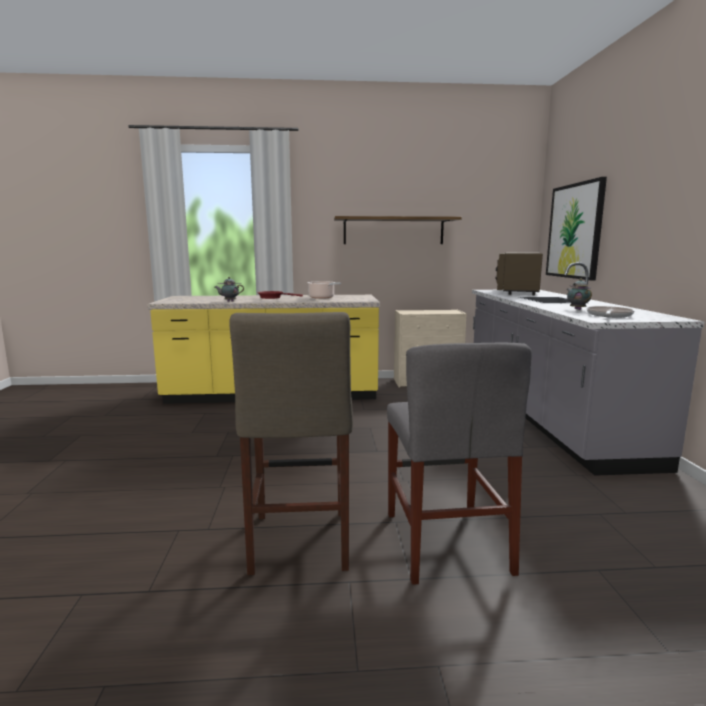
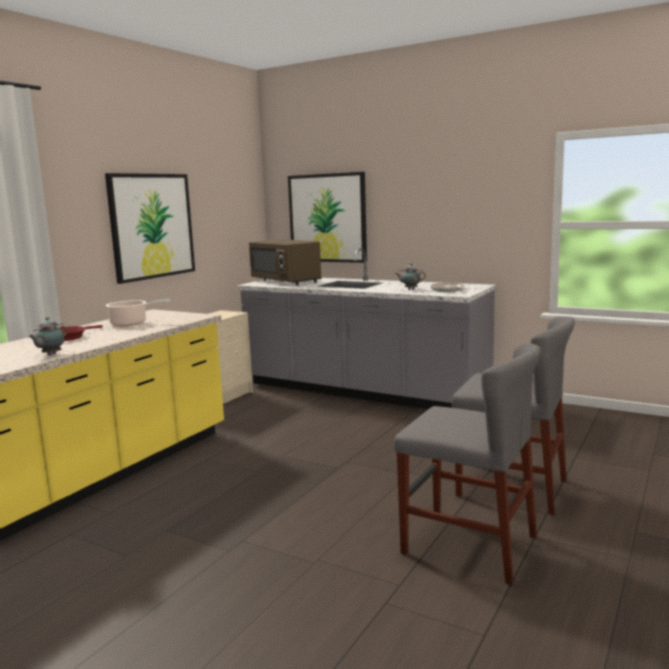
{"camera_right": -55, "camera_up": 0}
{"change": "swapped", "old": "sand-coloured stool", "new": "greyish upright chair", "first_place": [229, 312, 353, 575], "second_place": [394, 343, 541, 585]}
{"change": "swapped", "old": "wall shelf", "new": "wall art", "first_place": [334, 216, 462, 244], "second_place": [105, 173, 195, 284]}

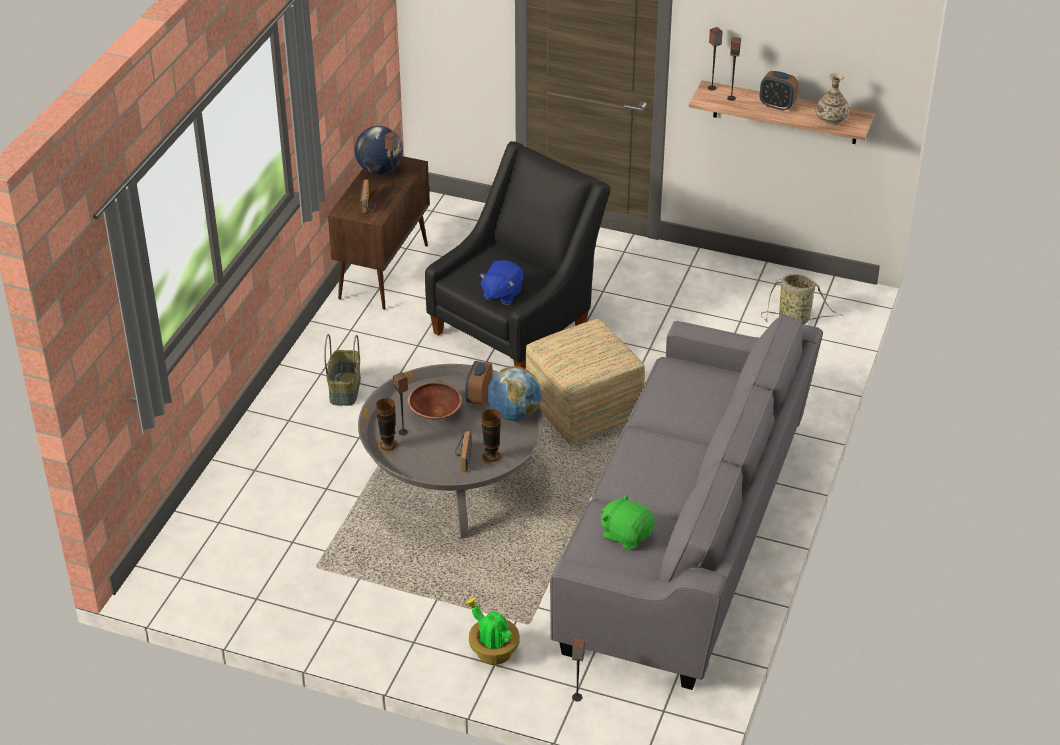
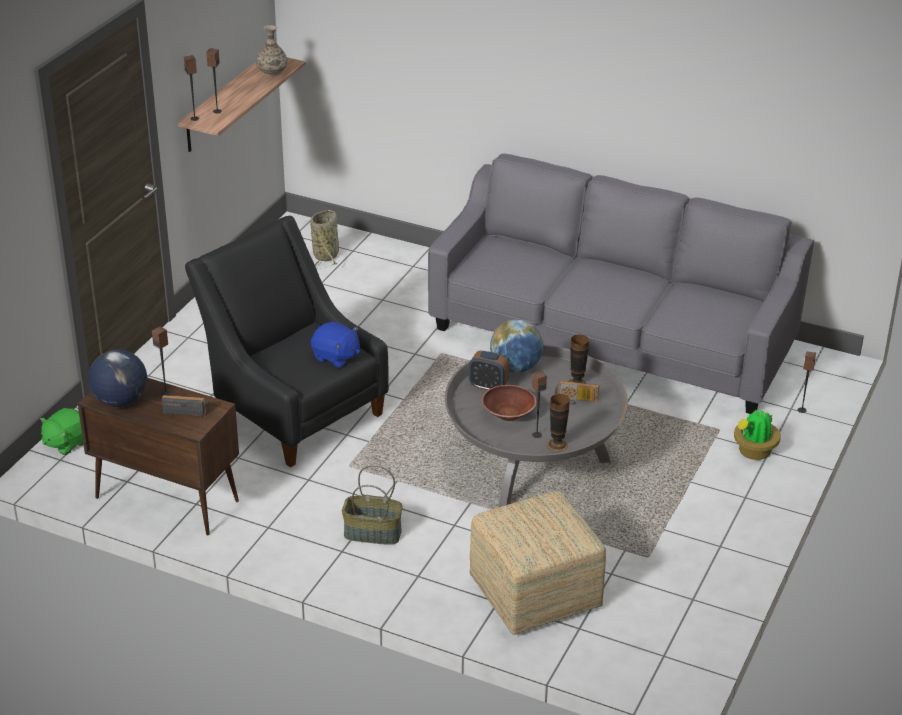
{"camera_right": -85, "camera_up": -5}
{"change": "gone", "old": "alarm clock", "first_place": [760, 71, 799, 111]}
{"change": "shifted", "old": "footrest", "first_place": [525, 319, 645, 445], "second_place": [470, 491, 606, 635]}
{"change": "shifted", "old": "greenish soft toy", "first_place": [601, 494, 655, 550], "second_place": [40, 408, 84, 455]}

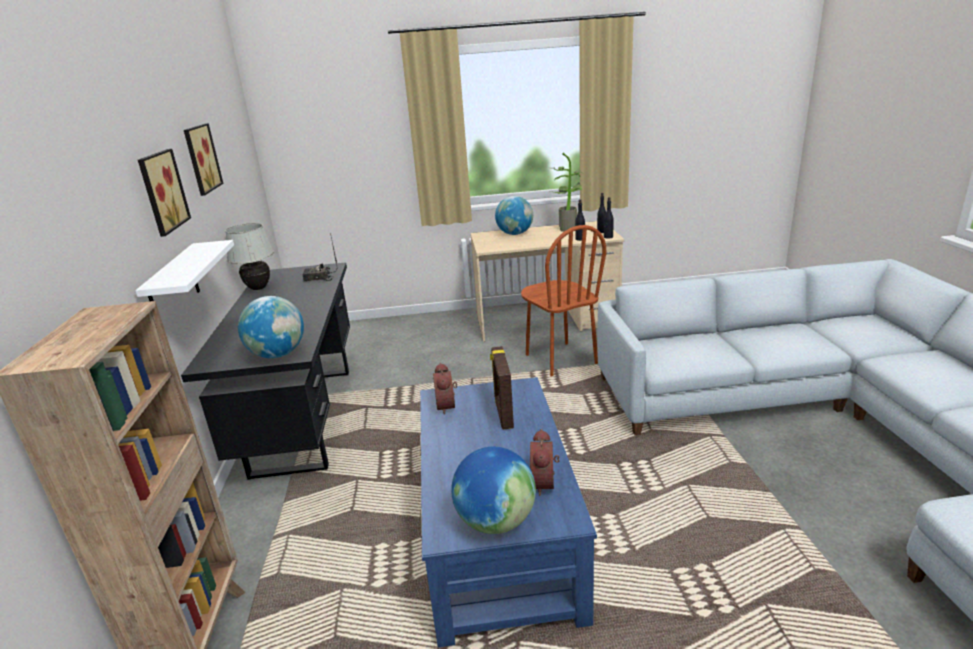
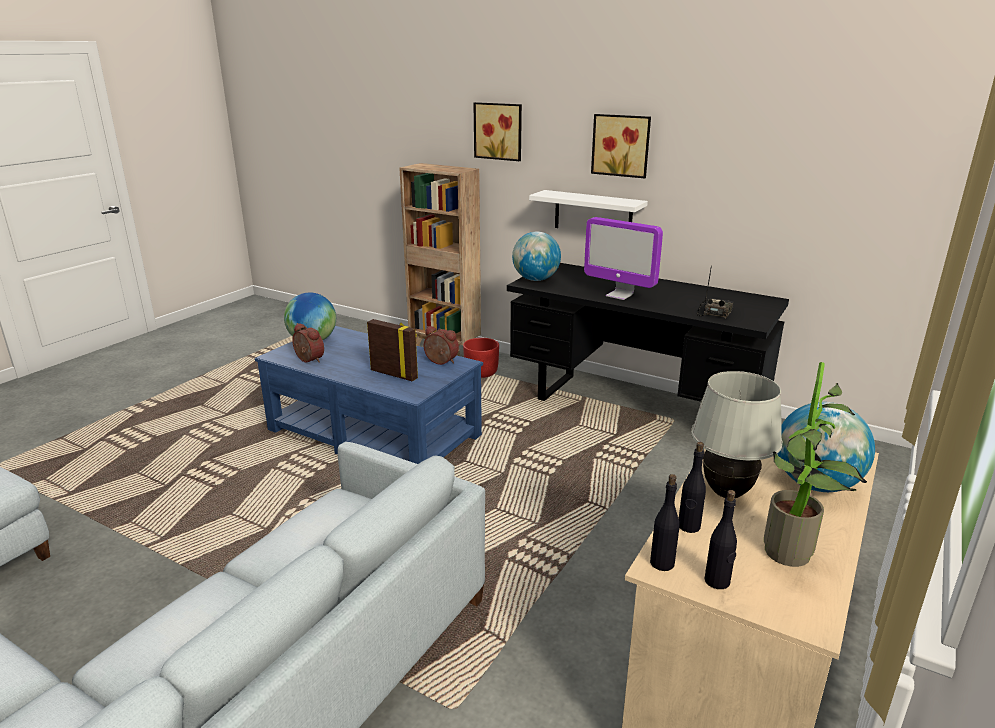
{"camera_right": 125, "camera_up": 0}
{"change": "gone", "old": "brownish upright chair", "first_place": [521, 225, 606, 377]}
{"change": "new", "new": "red planter", "second_place": [463, 338, 499, 378]}
{"change": "new", "new": "computer display", "second_place": [584, 217, 663, 300]}
{"change": "shifted", "old": "wall art", "first_place": [184, 123, 223, 196], "second_place": [473, 102, 522, 161]}
{"change": "shifted", "old": "white lamp for a table", "first_place": [225, 223, 274, 290], "second_place": [691, 371, 782, 498]}

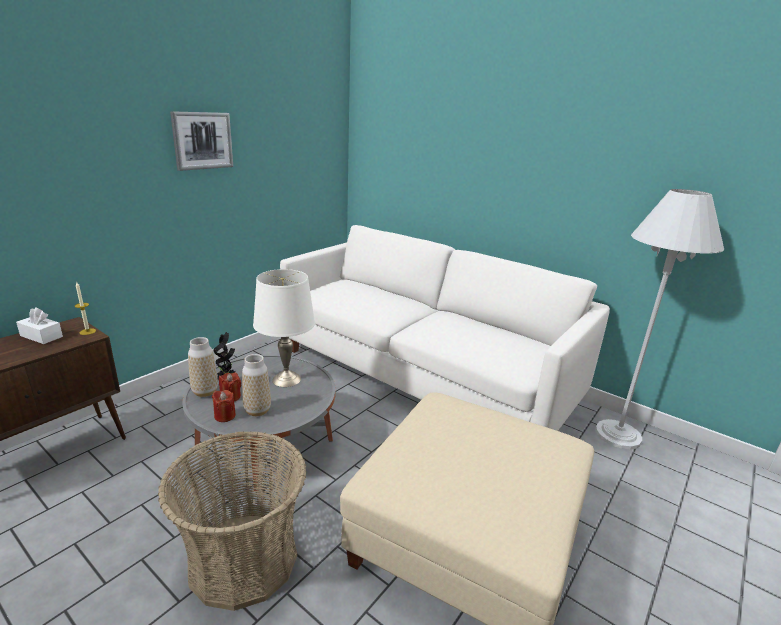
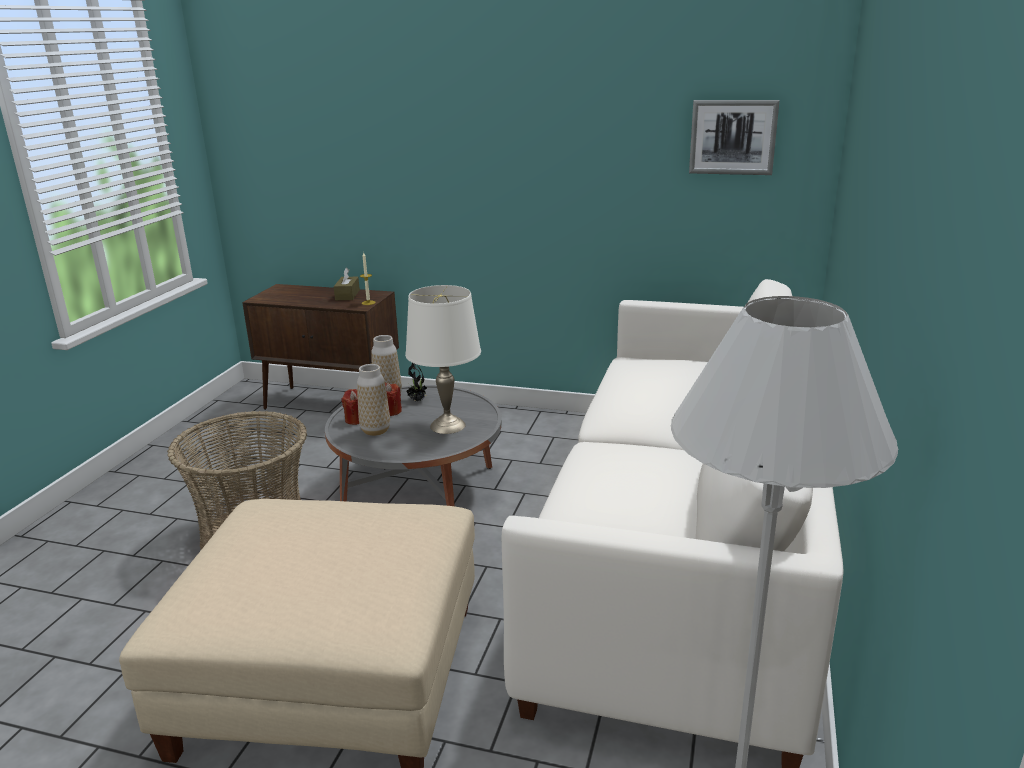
{"camera_right": 70, "camera_up": 0}
{"change": "shifted", "old": "wall art", "first_place": [170, 111, 233, 171], "second_place": [689, 100, 780, 175]}
{"change": "repainted", "old": "white tissue box", "new": "brownish tissue box", "first_place": [16, 307, 63, 344], "second_place": [334, 267, 360, 300]}

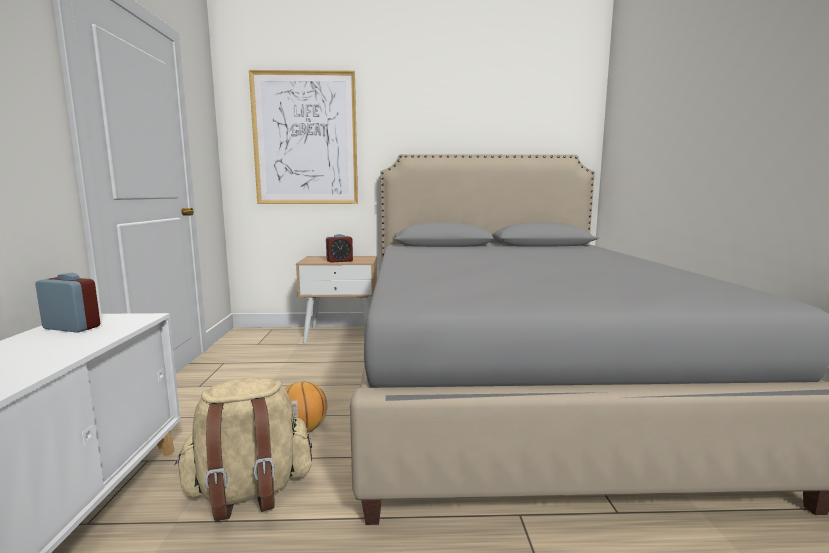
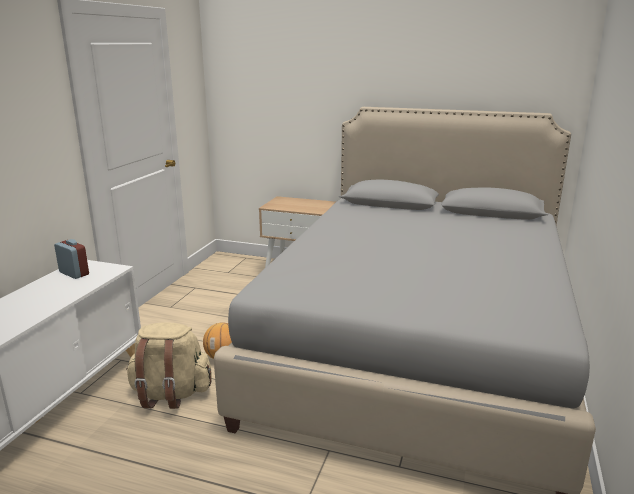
{"camera_right": 20, "camera_up": 10}
{"change": "gone", "old": "wall art", "first_place": [249, 70, 358, 204]}
{"change": "gone", "old": "alarm clock", "first_place": [326, 234, 353, 263]}

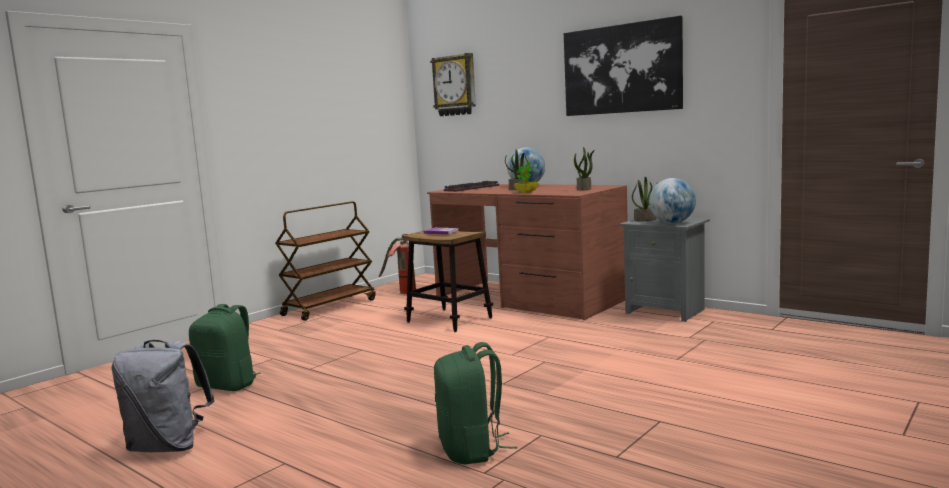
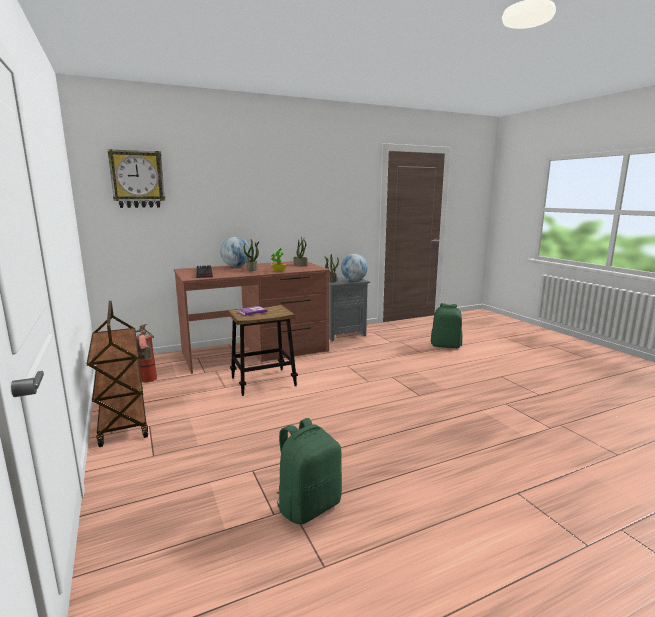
{"camera_right": -65, "camera_up": 5}
{"change": "gone", "old": "greyish rucksack", "first_place": [112, 340, 215, 452]}
{"change": "gone", "old": "wall art", "first_place": [564, 16, 683, 116]}
{"change": "shifted", "old": "greenish rucksack", "first_place": [434, 342, 517, 464], "second_place": [431, 303, 462, 348]}

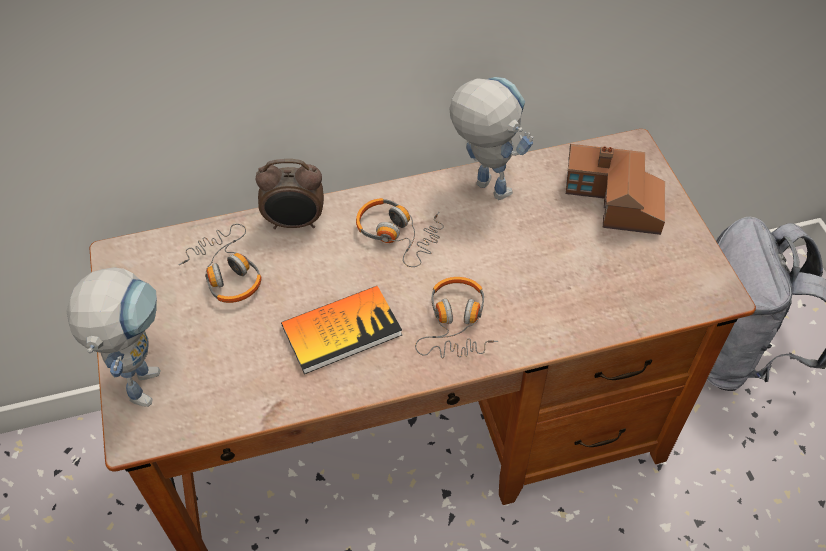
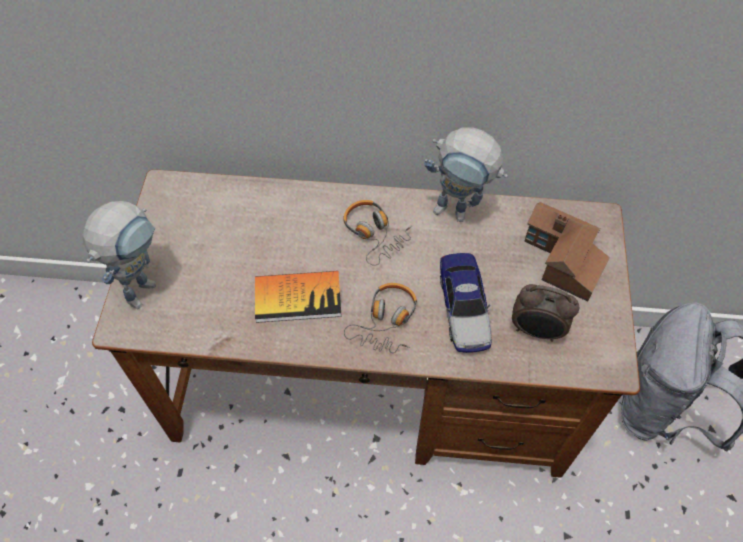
{"camera_right": 20, "camera_up": 5}
{"change": "gone", "old": "pair of headphones", "first_place": [179, 224, 262, 303]}
{"change": "new", "new": "toy car", "second_place": [440, 253, 491, 353]}
{"change": "shifted", "old": "alarm clock", "first_place": [256, 159, 324, 229], "second_place": [512, 284, 580, 342]}
{"change": "rotated", "old": "robot figure", "first_place": [449, 77, 533, 200], "second_place": [424, 127, 508, 222], "degrees": 135}

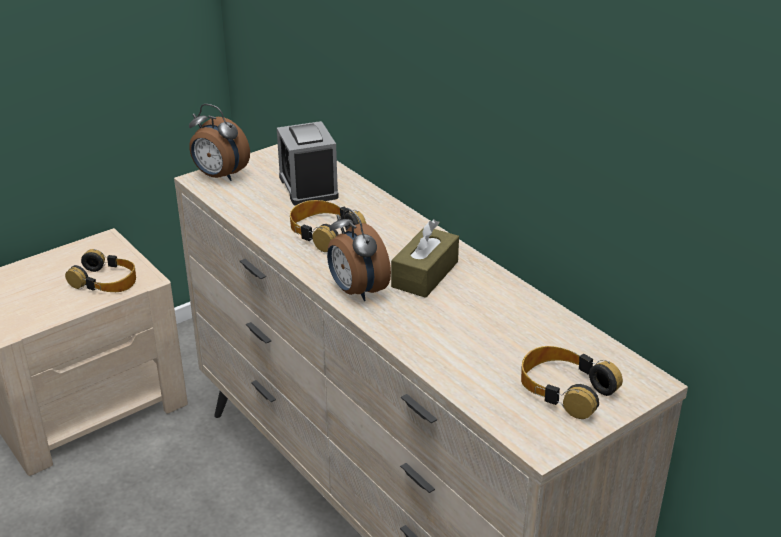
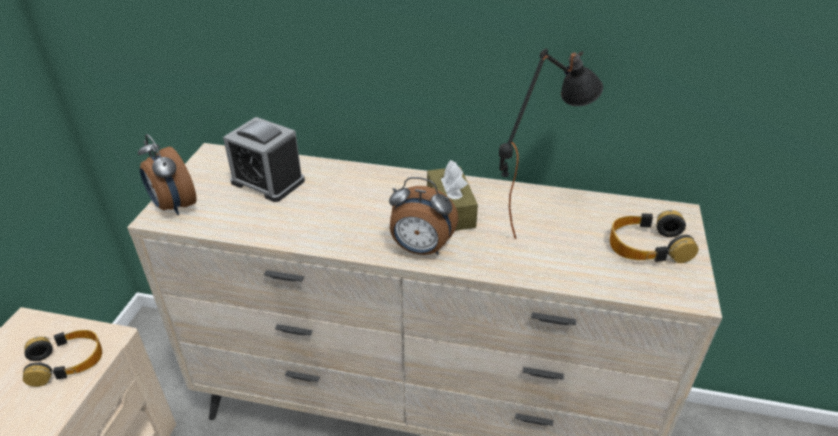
{"camera_right": -40, "camera_up": 5}
{"change": "gone", "old": "pair of headphones", "first_place": [290, 200, 366, 252]}
{"change": "new", "new": "black-coloured lamp for a table", "second_place": [499, 49, 603, 238]}
{"change": "rotated", "old": "alarm clock", "first_place": [189, 104, 250, 181], "second_place": [138, 134, 197, 215], "degrees": 60}

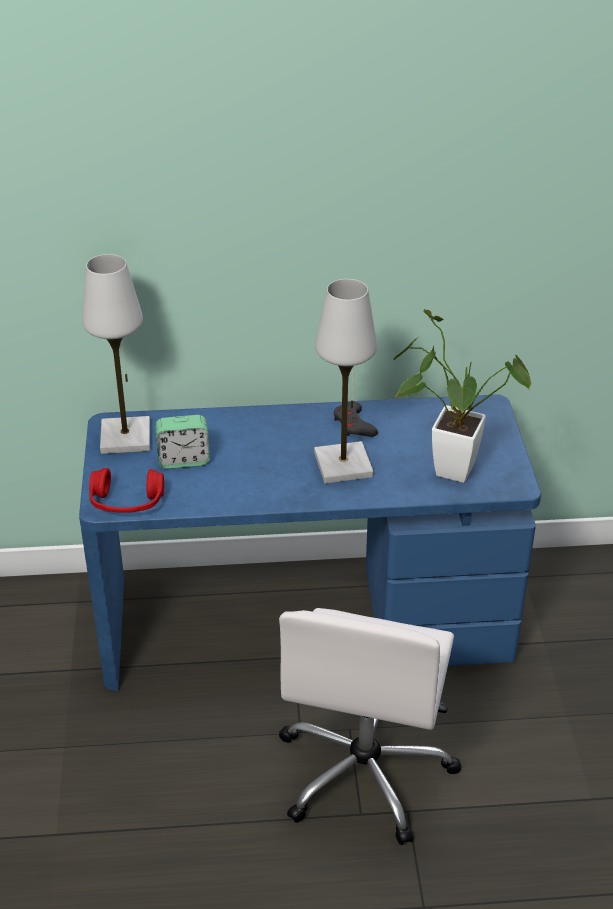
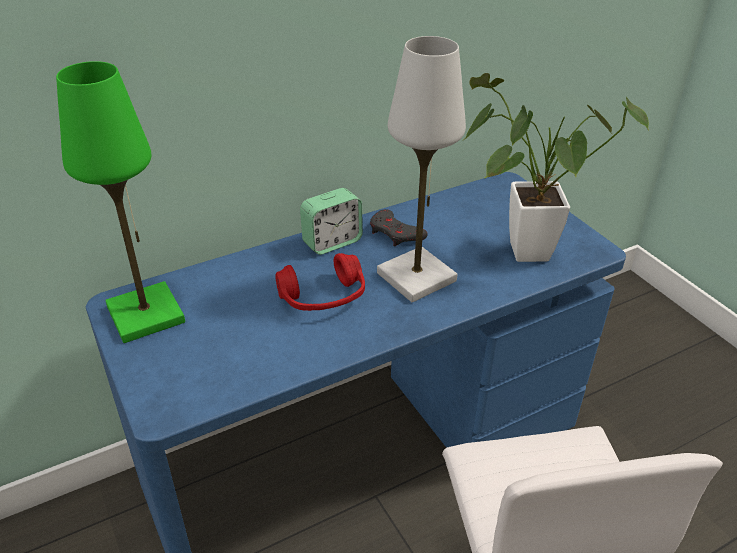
{"camera_right": -25, "camera_up": 0}
{"change": "shifted", "old": "red pair of headphones", "first_place": [89, 468, 164, 513], "second_place": [275, 253, 365, 311]}
{"change": "shifted", "old": "alarm clock", "first_place": [155, 415, 210, 469], "second_place": [300, 188, 363, 255]}
{"change": "repainted", "old": "white lamp for a table", "new": "greenish lamp for a table", "first_place": [82, 254, 150, 454], "second_place": [56, 61, 185, 343]}

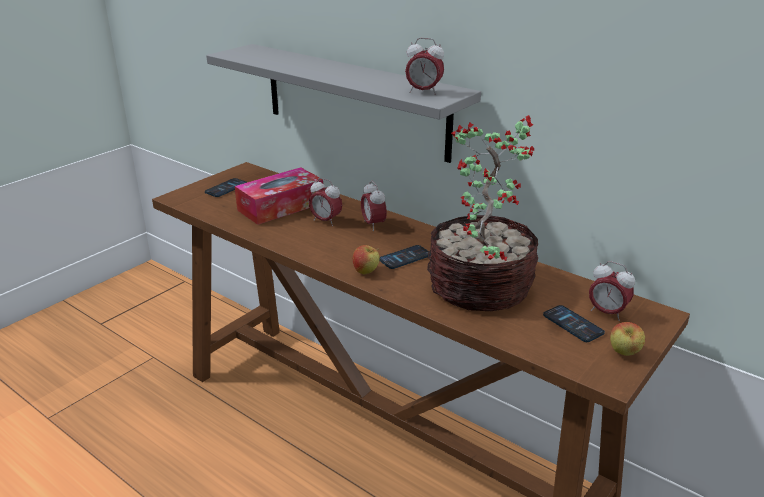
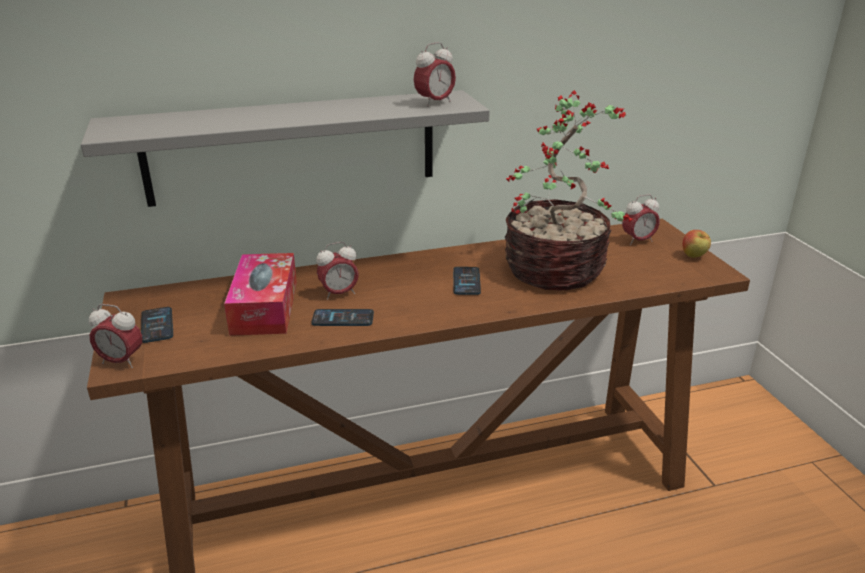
{"camera_right": -55, "camera_up": 0}
{"change": "gone", "old": "whole apple", "first_place": [353, 245, 380, 275]}
{"change": "shifted", "old": "alarm clock", "first_place": [361, 180, 387, 231], "second_place": [89, 304, 142, 368]}
{"change": "shifted", "old": "phone", "first_place": [543, 305, 605, 342], "second_place": [312, 309, 374, 326]}

